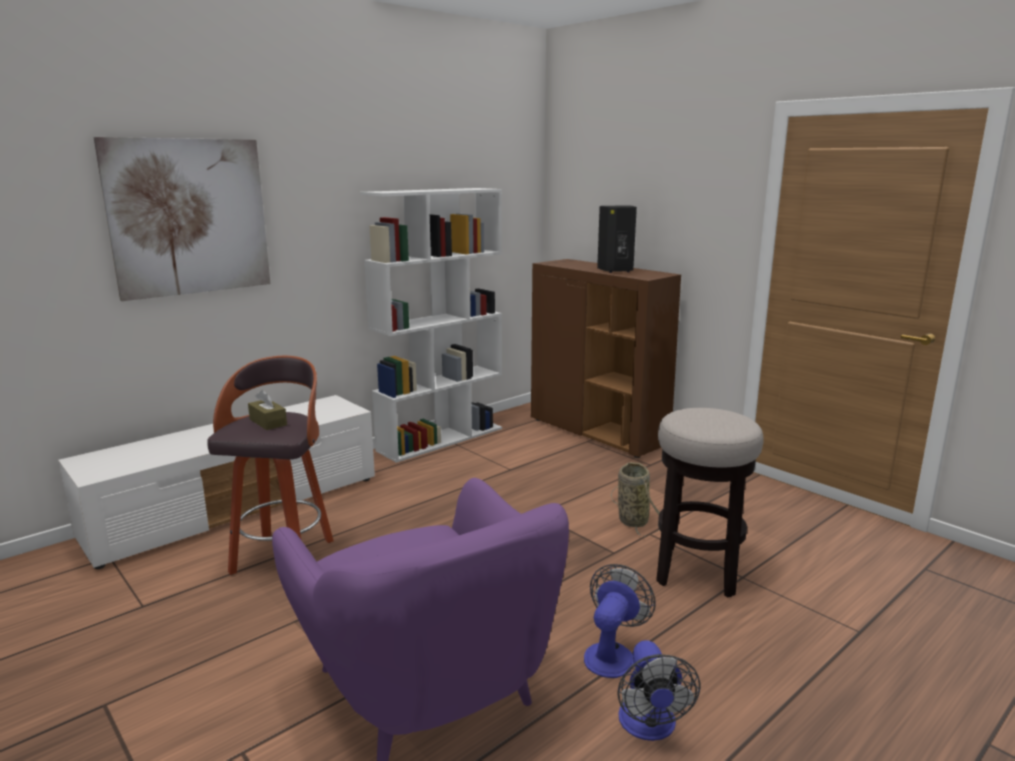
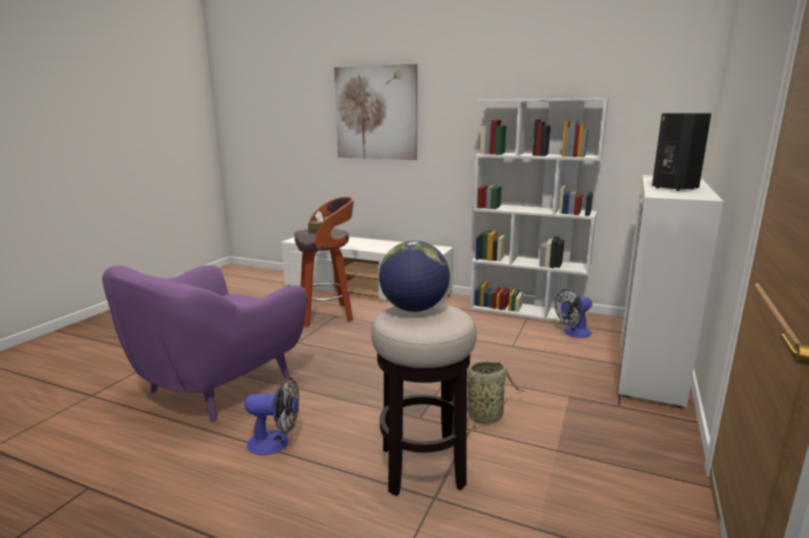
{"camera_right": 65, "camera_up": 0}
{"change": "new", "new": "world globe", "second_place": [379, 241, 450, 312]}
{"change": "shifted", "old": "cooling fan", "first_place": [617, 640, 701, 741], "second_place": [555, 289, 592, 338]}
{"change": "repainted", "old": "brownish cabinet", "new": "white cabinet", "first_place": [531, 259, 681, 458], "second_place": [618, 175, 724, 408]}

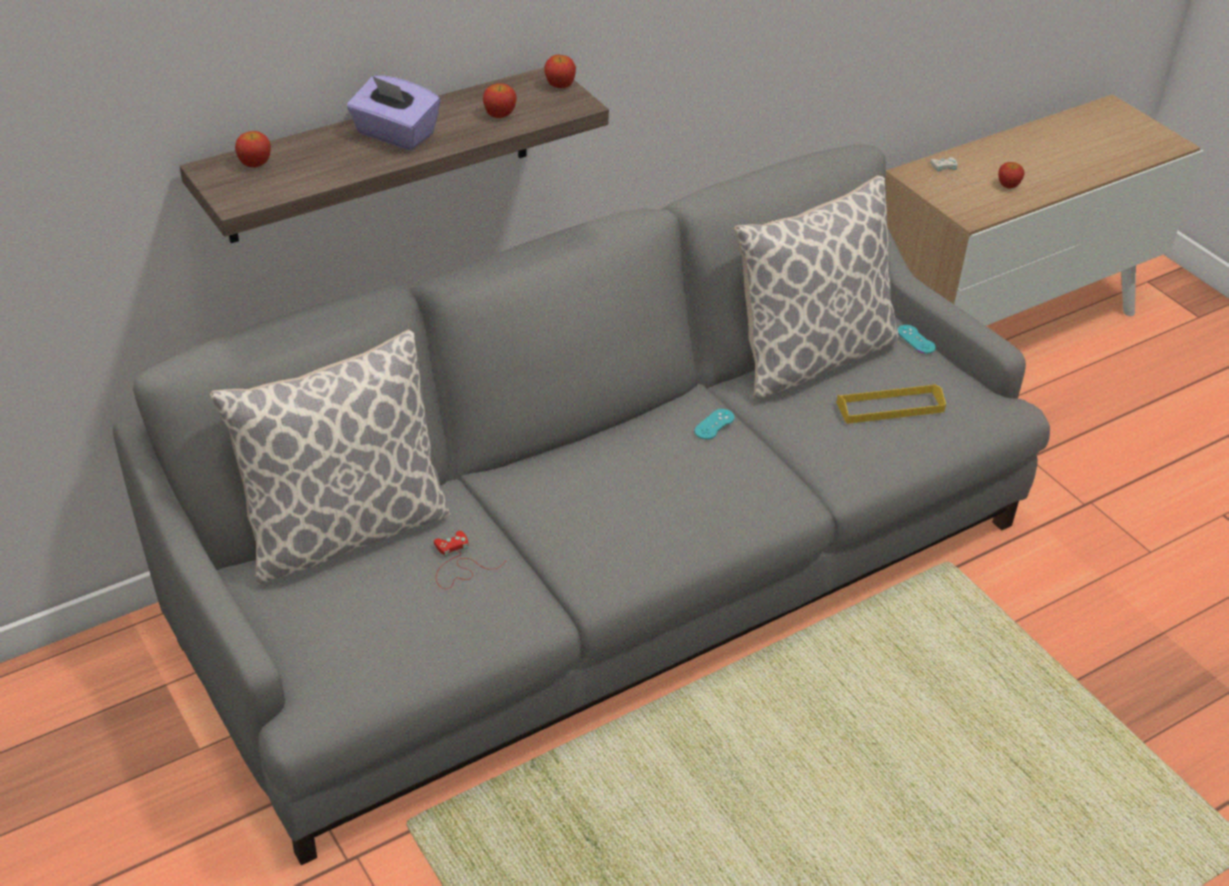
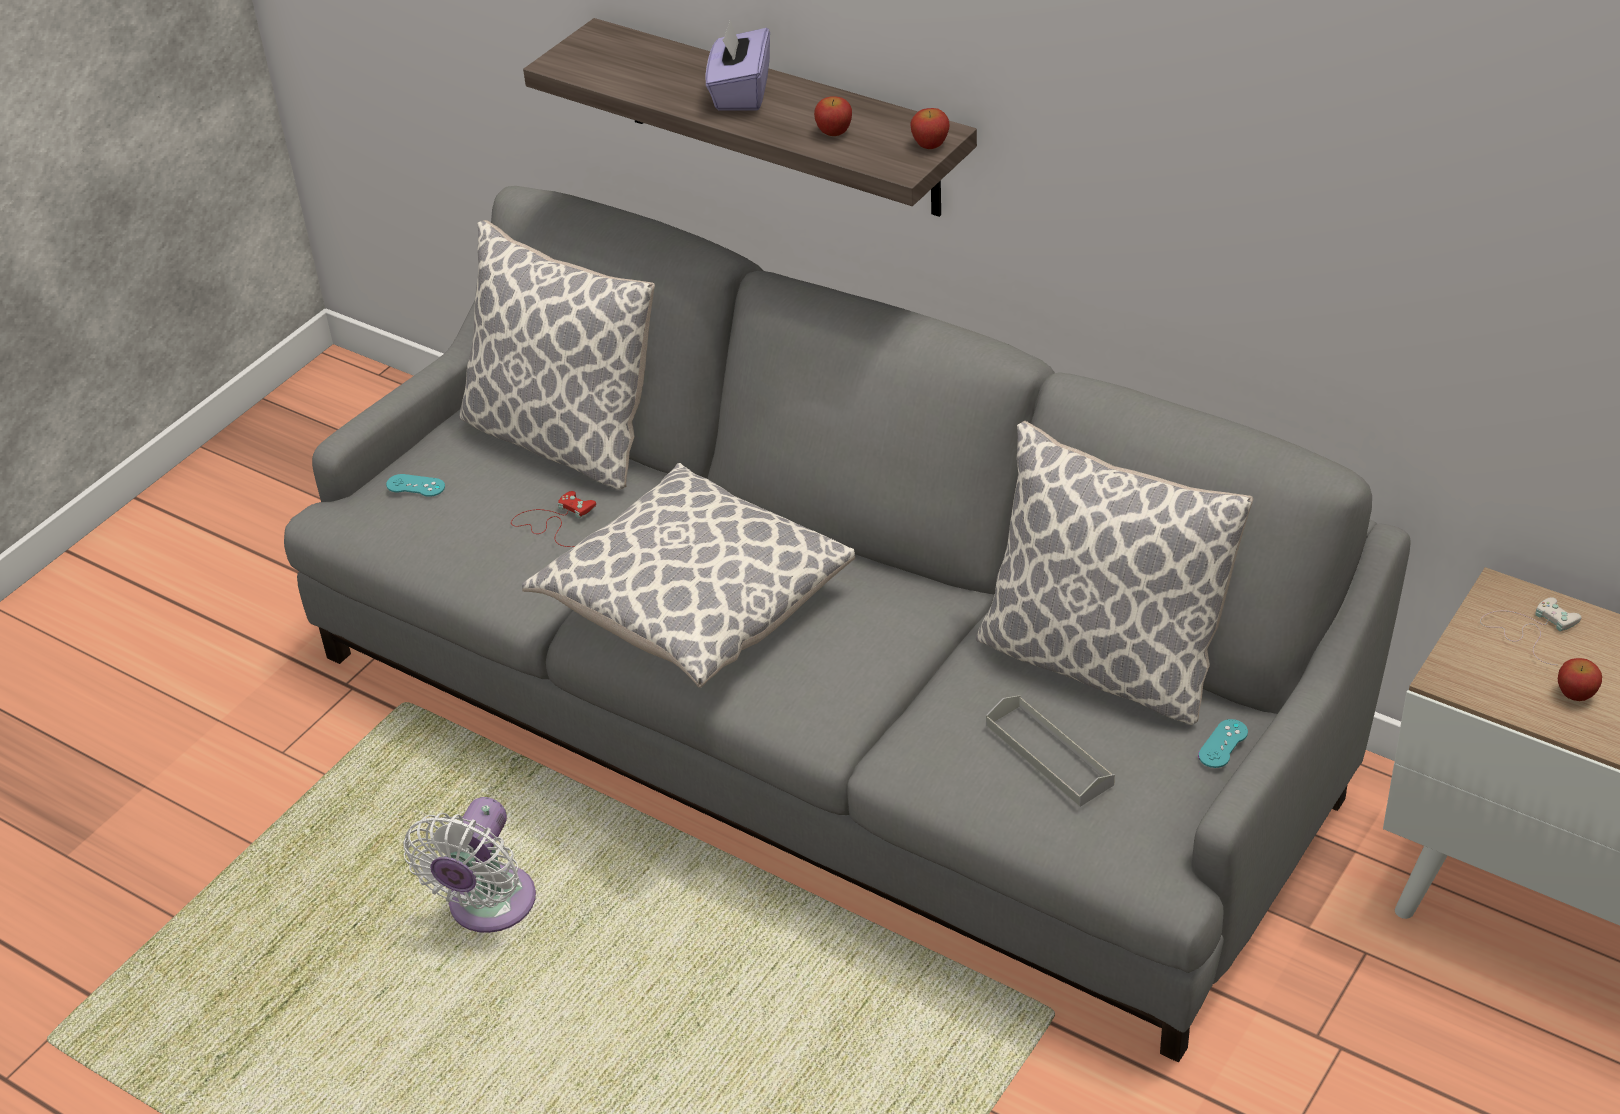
{"camera_right": 70, "camera_up": 0}
{"change": "gone", "old": "whole apple", "first_place": [235, 131, 271, 167]}
{"change": "new", "new": "white cooling fan", "second_place": [403, 797, 536, 933]}
{"change": "new", "new": "cushion", "second_place": [522, 463, 855, 688]}
{"change": "shifted", "old": "turquoise joypad", "first_place": [694, 409, 735, 439], "second_place": [386, 474, 445, 497]}
{"change": "repainted", "old": "yellow serving tray", "new": "greyish serving tray", "first_place": [836, 384, 946, 424], "second_place": [986, 695, 1115, 807]}

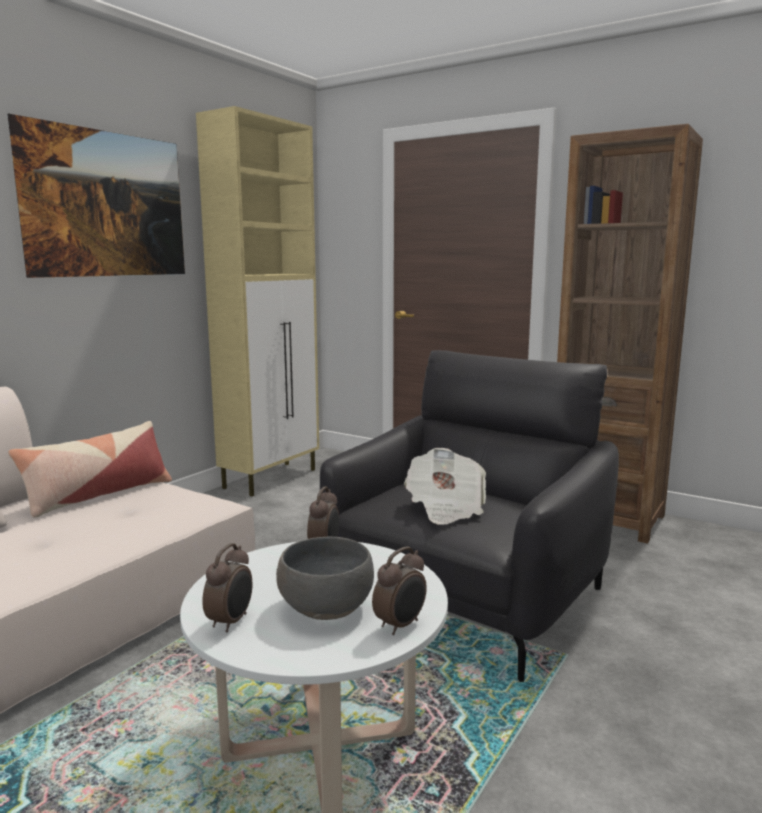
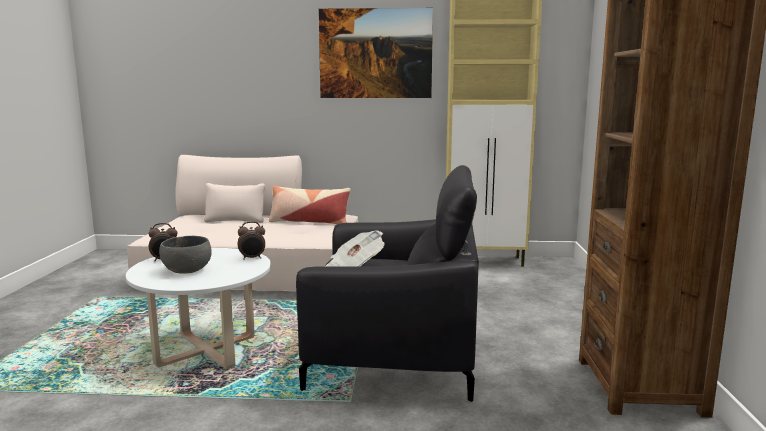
{"camera_right": 60, "camera_up": 0}
{"change": "gone", "old": "alarm clock", "first_place": [372, 546, 427, 635]}

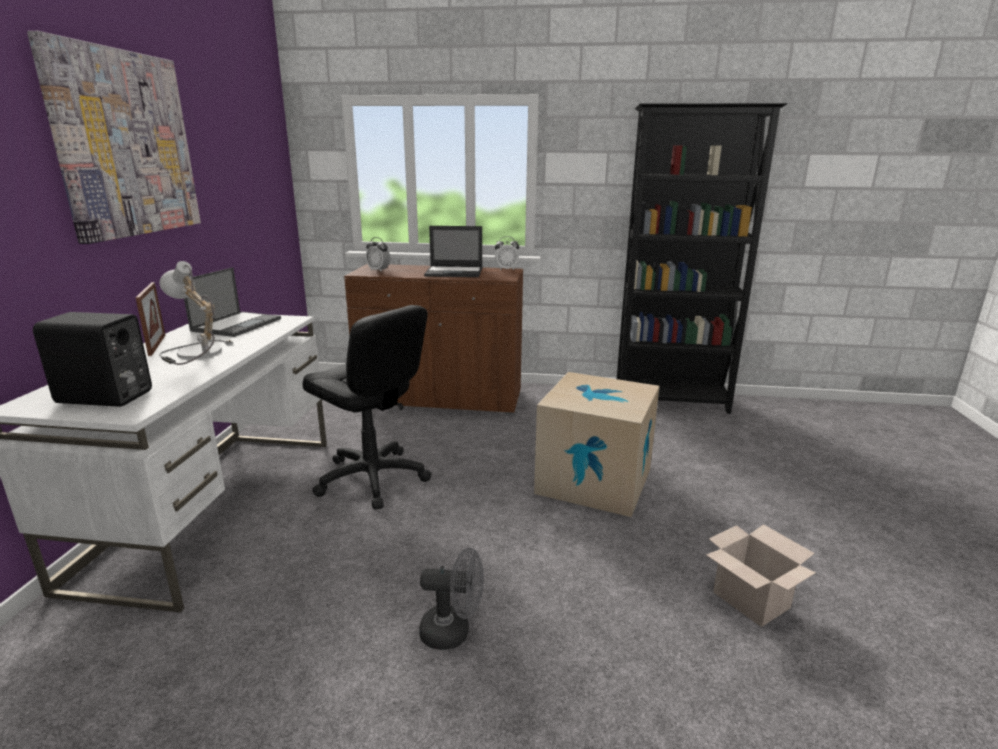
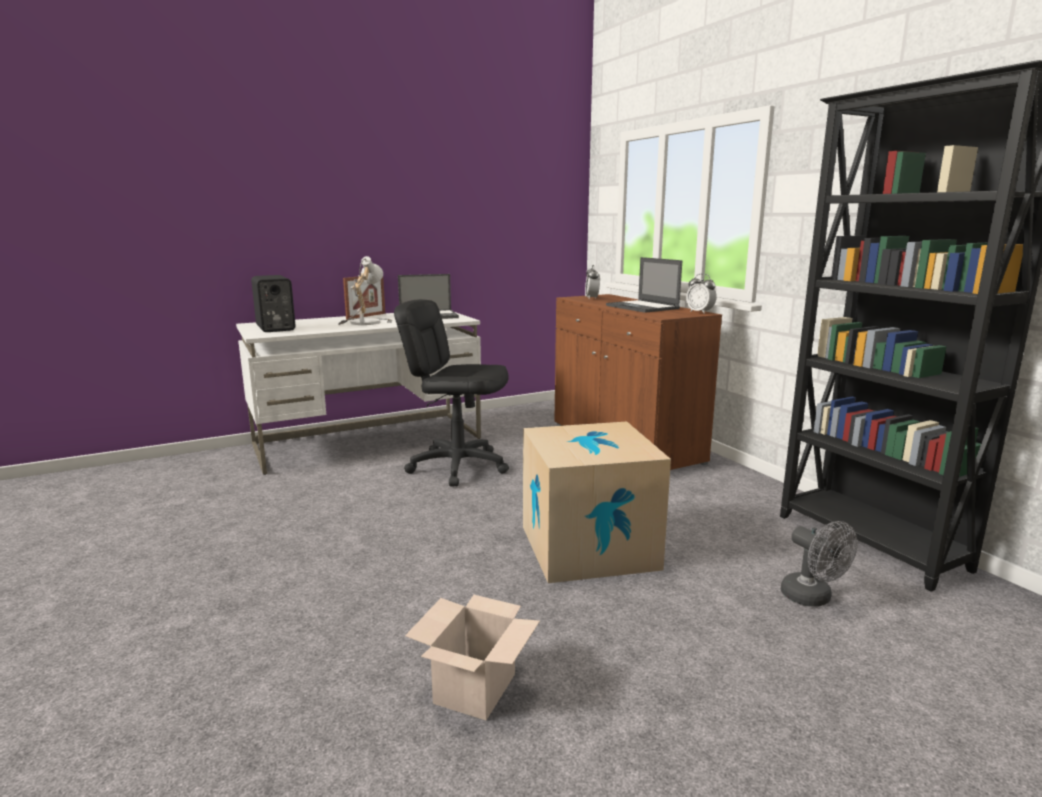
{"camera_right": 55, "camera_up": -5}
{"change": "gone", "old": "wall art", "first_place": [27, 31, 201, 244]}
{"change": "shifted", "old": "greyish cooling fan", "first_place": [419, 547, 484, 650], "second_place": [781, 521, 858, 607]}
{"change": "rotated", "old": "black-coloured computer chair", "first_place": [302, 305, 431, 510], "second_place": [394, 299, 509, 487], "degrees": 105}

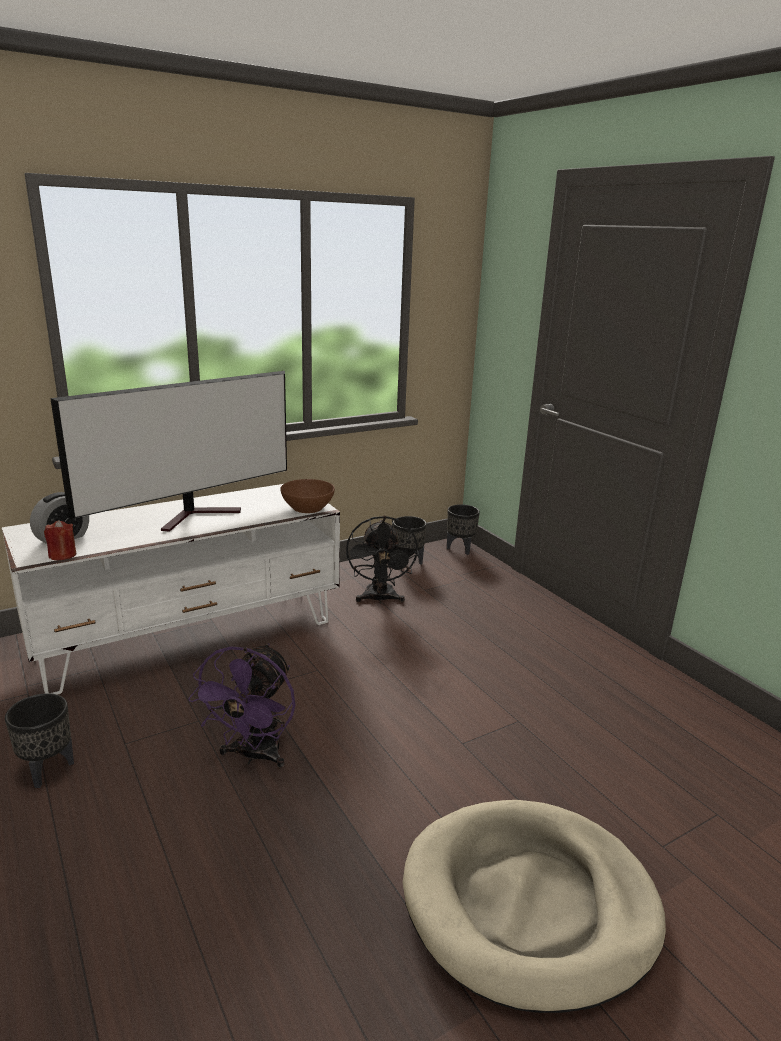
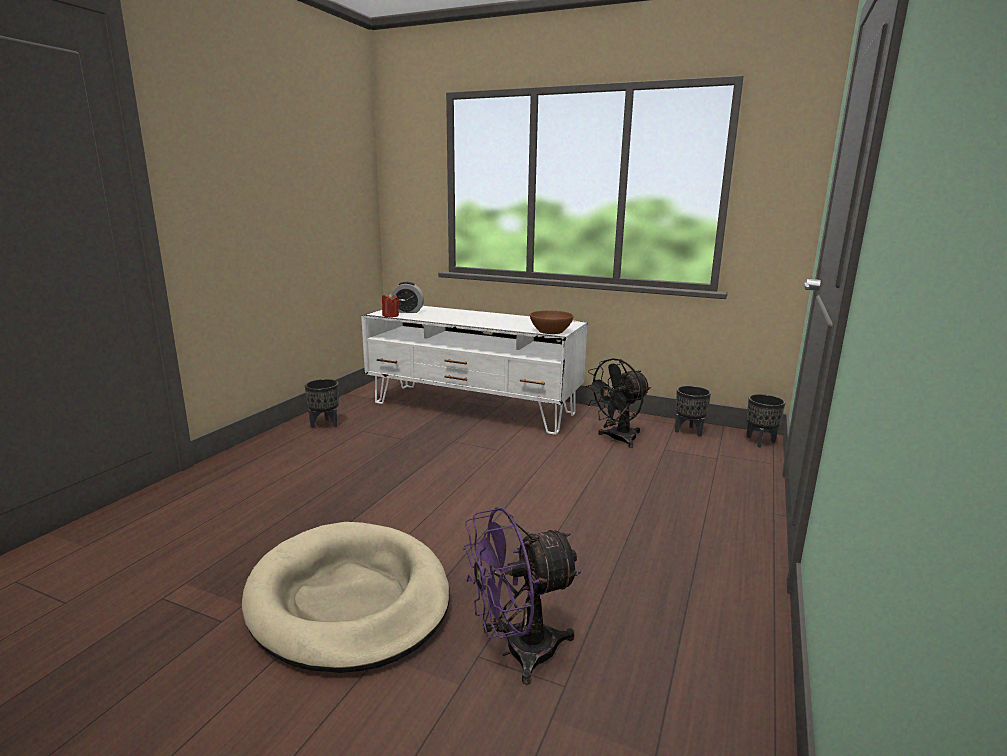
{"camera_right": 55, "camera_up": -5}
{"change": "gone", "old": "TV set", "first_place": [50, 371, 287, 532]}
{"change": "shifted", "old": "purplish cooling fan", "first_place": [188, 643, 296, 769], "second_place": [463, 507, 582, 685]}

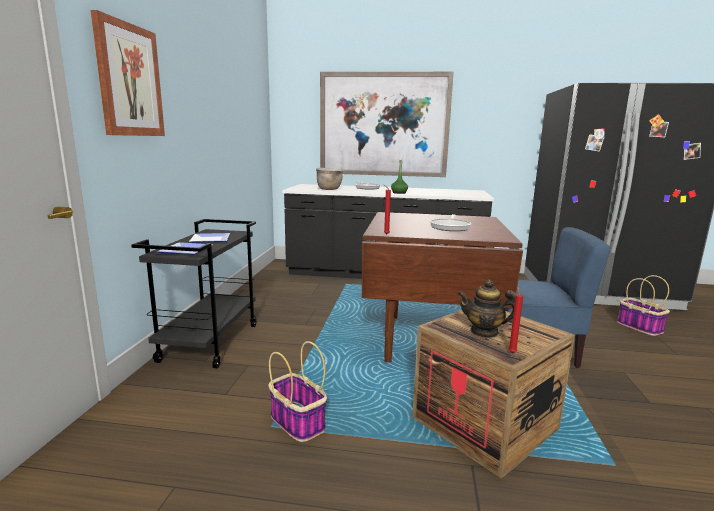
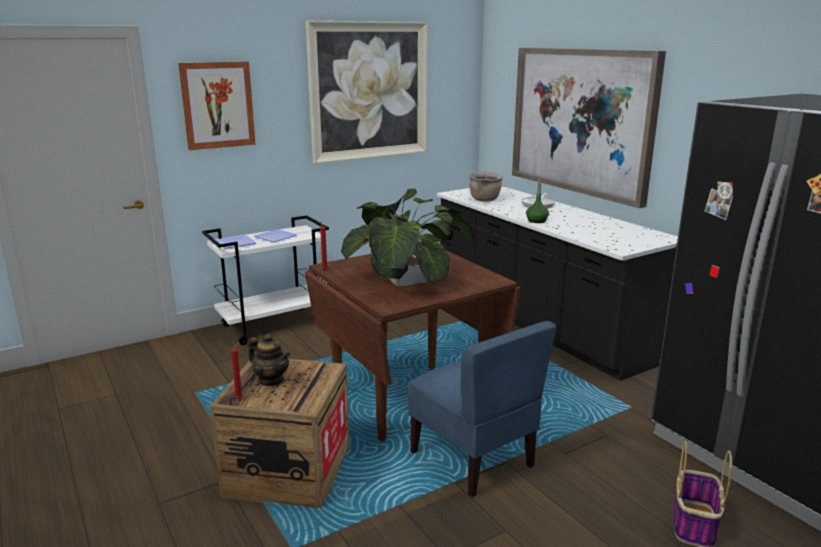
{"camera_right": 50, "camera_up": 5}
{"change": "gone", "old": "storage basket", "first_place": [268, 341, 327, 442]}
{"change": "new", "new": "wall art", "second_place": [306, 21, 428, 164]}
{"change": "swapped", "old": "frying pan", "new": "potted plant", "first_place": [430, 214, 471, 231], "second_place": [341, 189, 475, 287]}
{"change": "repainted", "old": "black-coloured cart", "new": "white cart", "first_place": [131, 219, 257, 369], "second_place": [202, 215, 329, 345]}
{"change": "rotated", "old": "teapot", "first_place": [457, 280, 516, 338], "second_place": [248, 334, 290, 386], "degrees": 150}

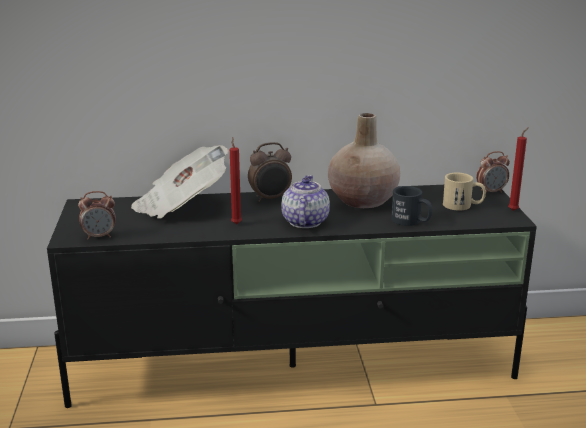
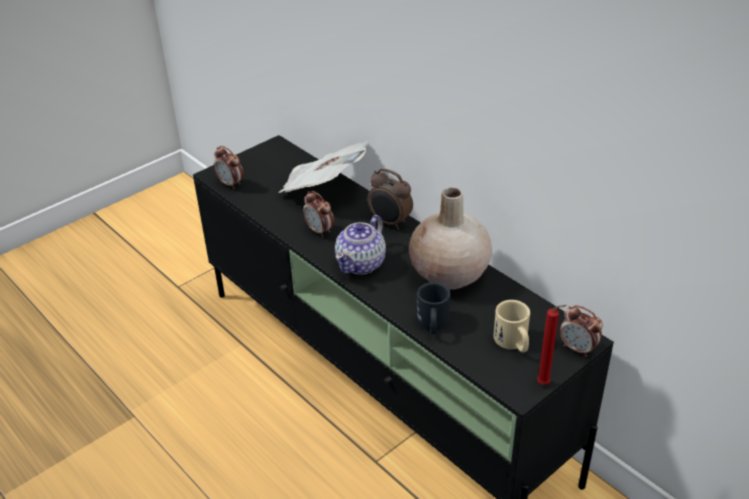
{"camera_right": 55, "camera_up": 15}
{"change": "swapped", "old": "red candle", "new": "alarm clock", "first_place": [230, 137, 242, 224], "second_place": [303, 191, 334, 237]}
{"change": "rotated", "old": "teapot", "first_place": [281, 175, 330, 228], "second_place": [335, 215, 386, 275], "degrees": 150}

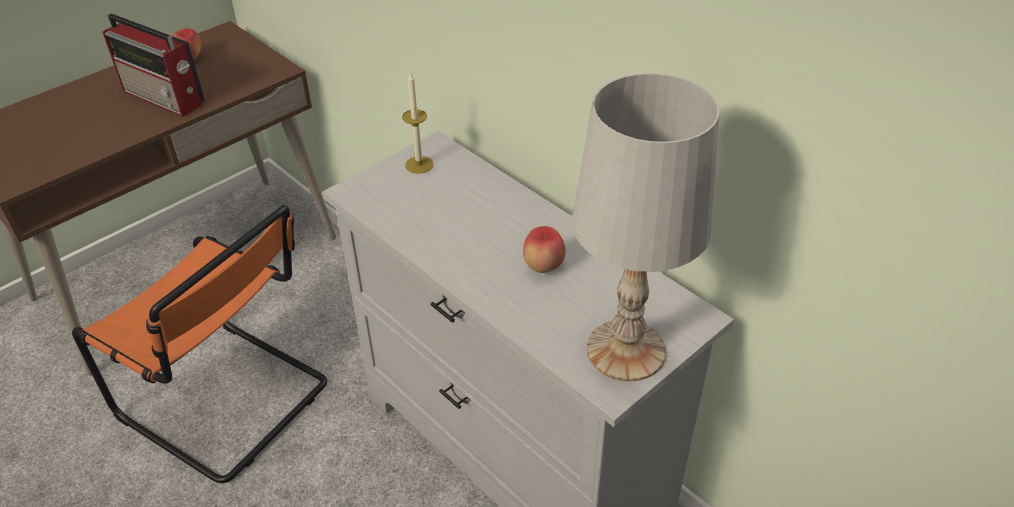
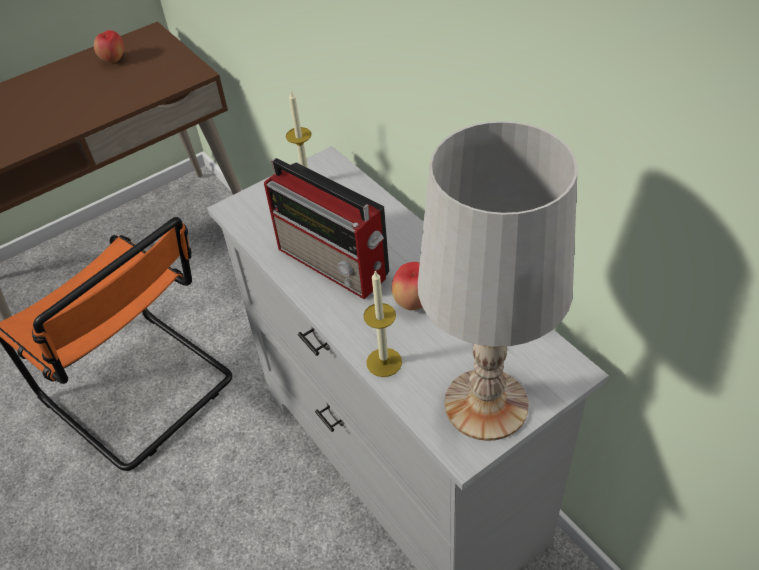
{"camera_right": 10, "camera_up": 5}
{"change": "new", "new": "candle", "second_place": [363, 270, 402, 377]}
{"change": "shifted", "old": "radio receiver", "first_place": [103, 14, 205, 117], "second_place": [264, 158, 389, 299]}

